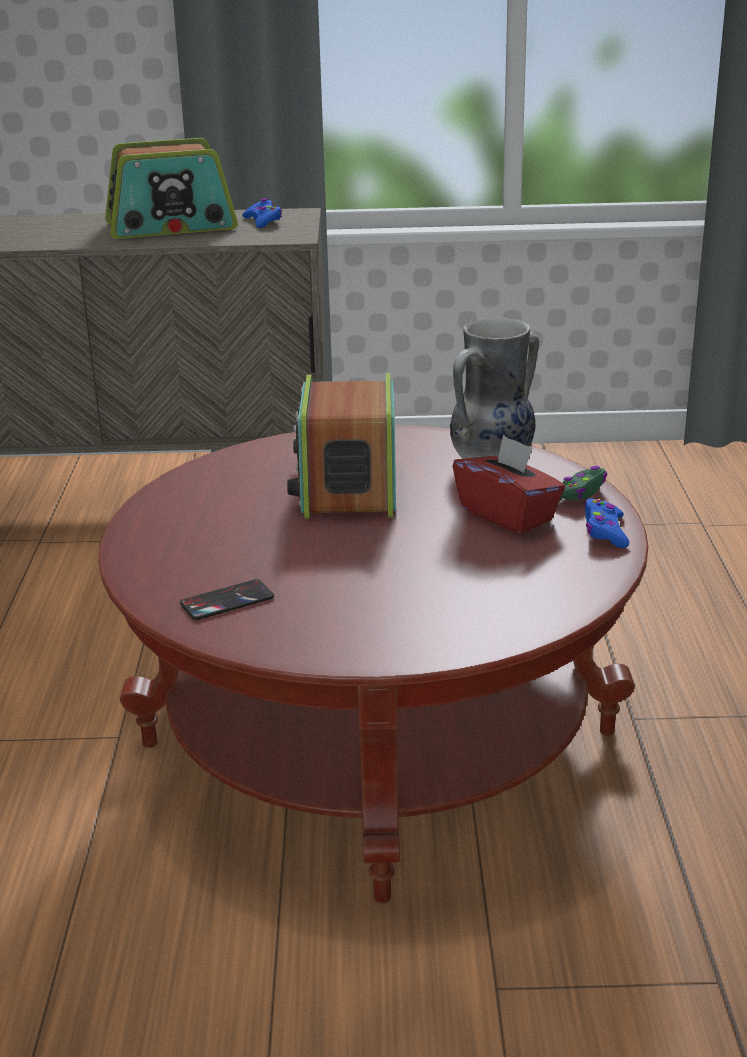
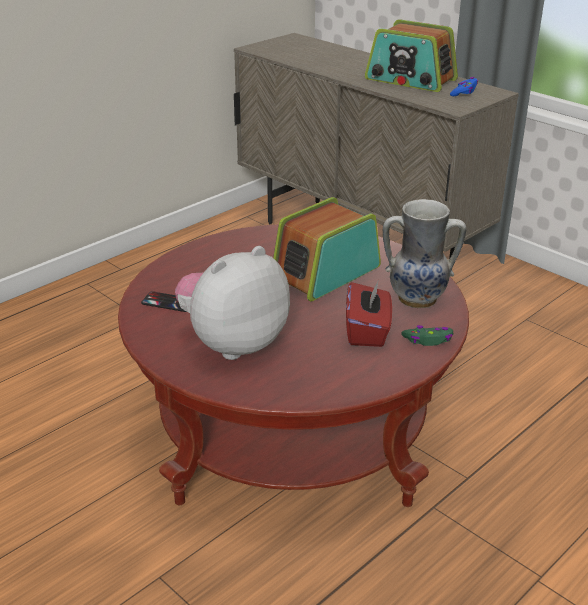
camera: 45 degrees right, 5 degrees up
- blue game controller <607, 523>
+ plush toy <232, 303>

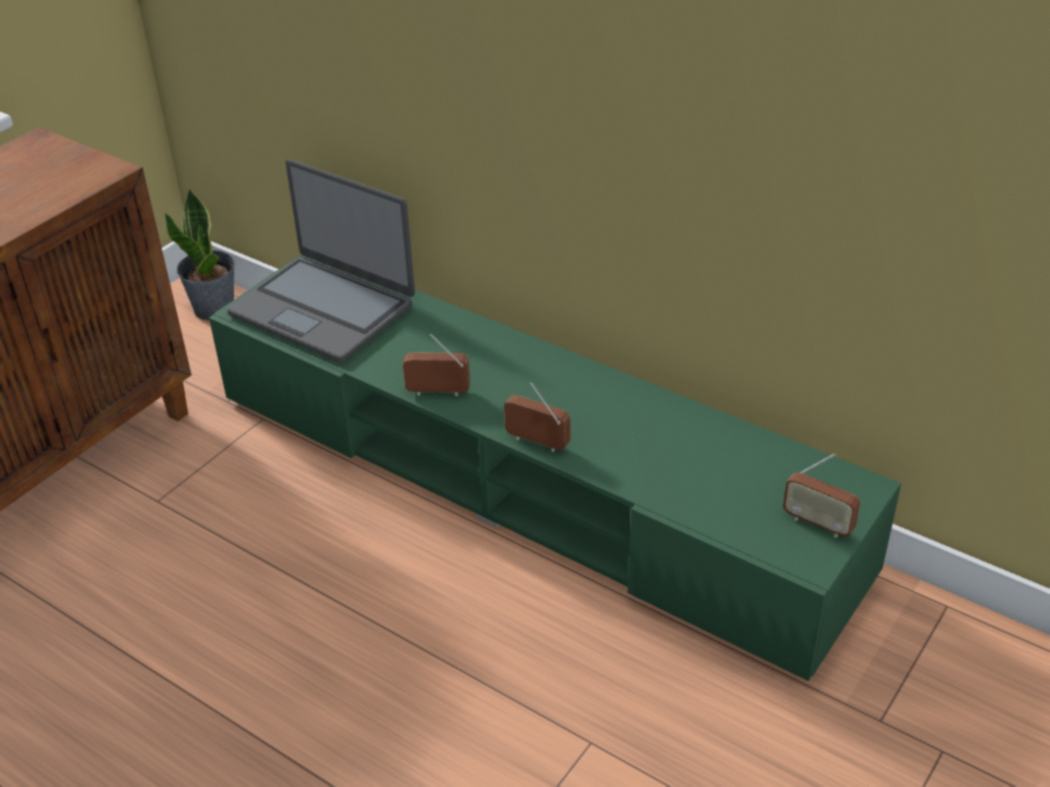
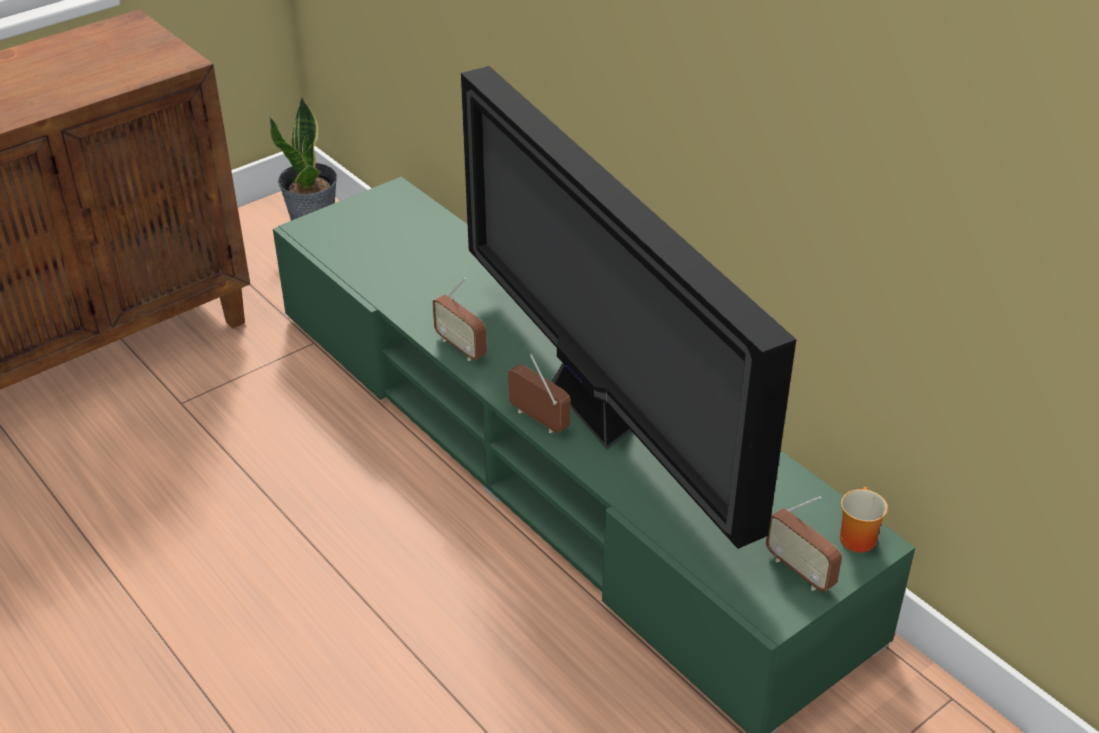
camera: 15 degrees right, 0 degrees up
- laptop <321, 261>
~ radio <436, 365> = <459, 319> 150 degrees counterclockwise
+ television <628, 307>
+ mug <864, 520>

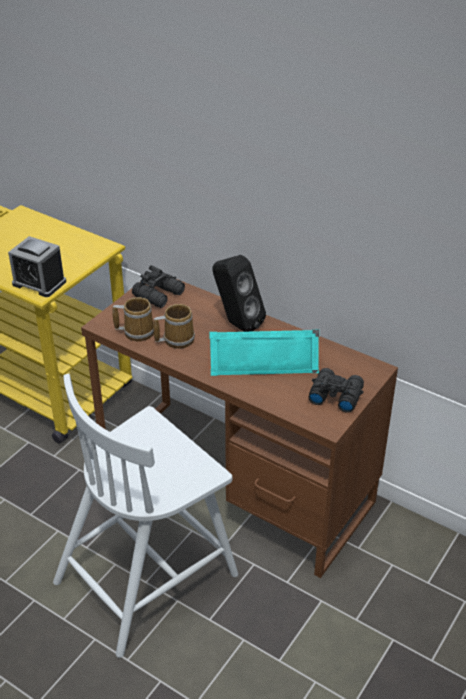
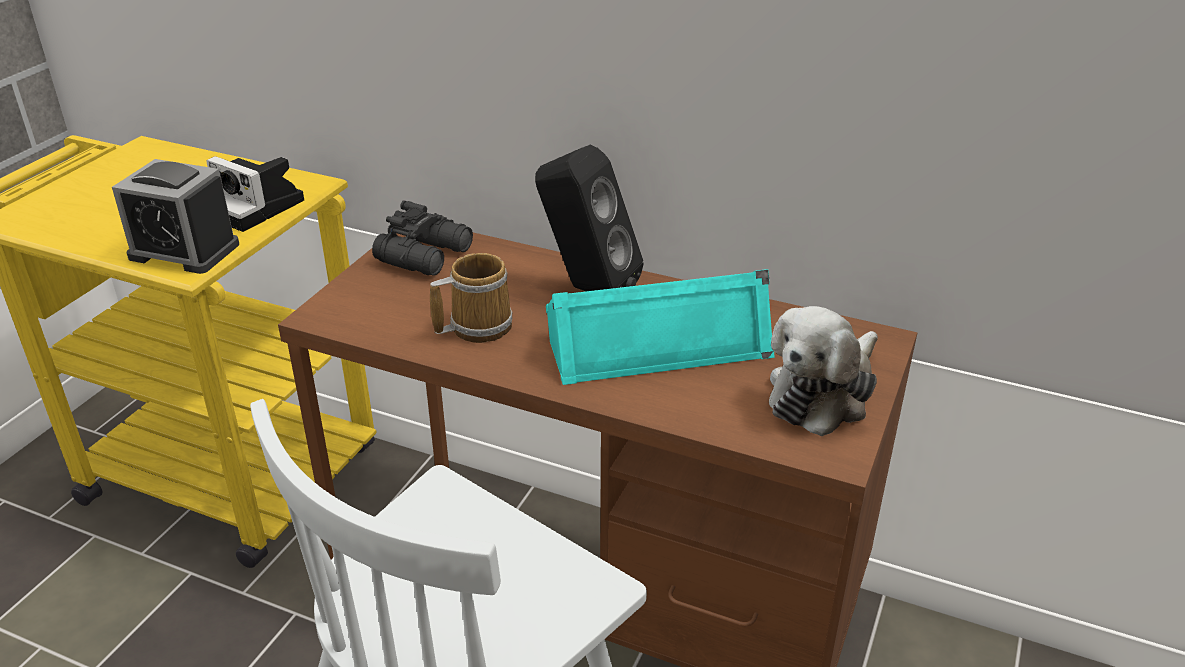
camera: 10 degrees left, 5 degrees down
- mug <133, 319>
~ black binoculars <336, 390> to plush toy <823, 371>
+ photo camera <255, 194>

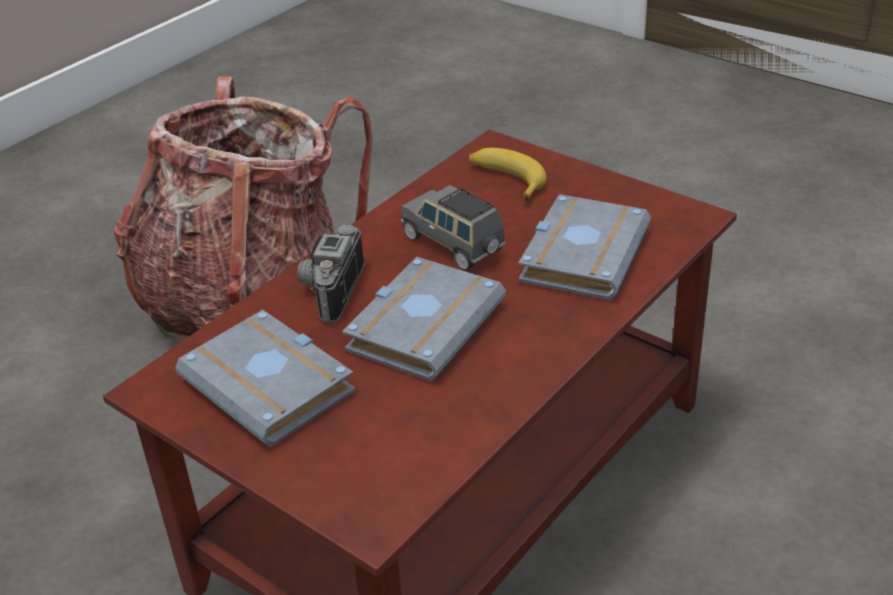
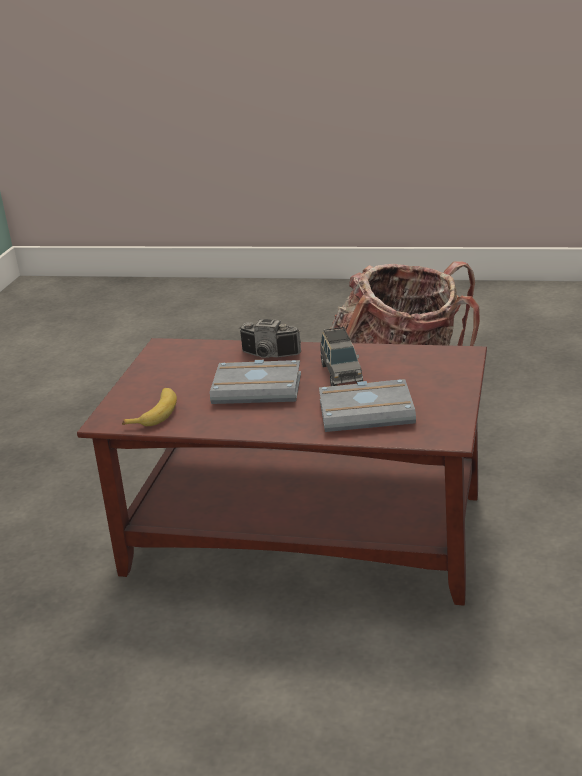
camera: 65 degrees right, 10 degrees down
- grey book <265, 378>
~ photo camera <331, 274> = <270, 338> 150 degrees counterclockwise
~ grey toy car <453, 227> = <341, 356> 150 degrees clockwise
~ banana <508, 174> to <149, 407>

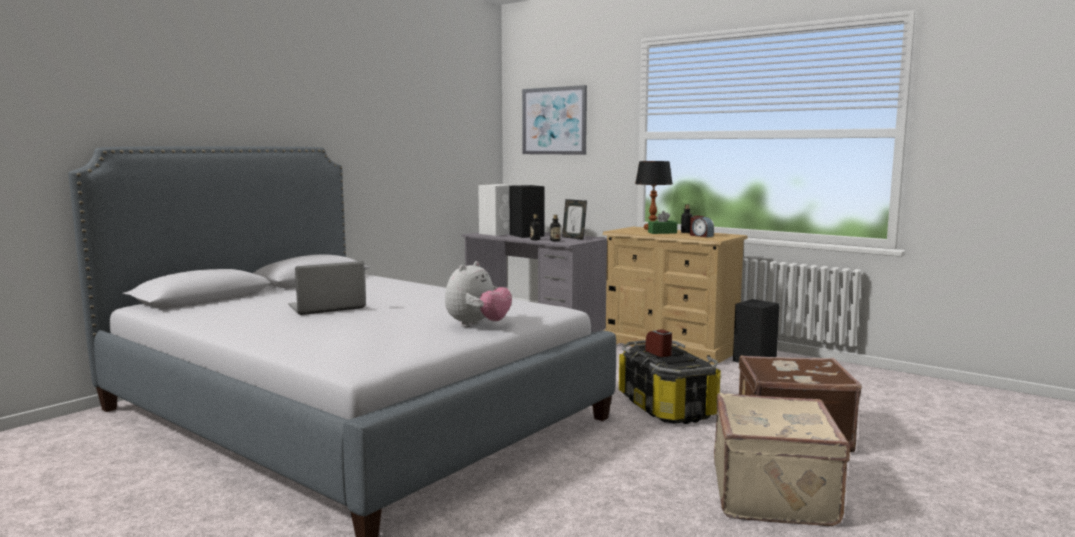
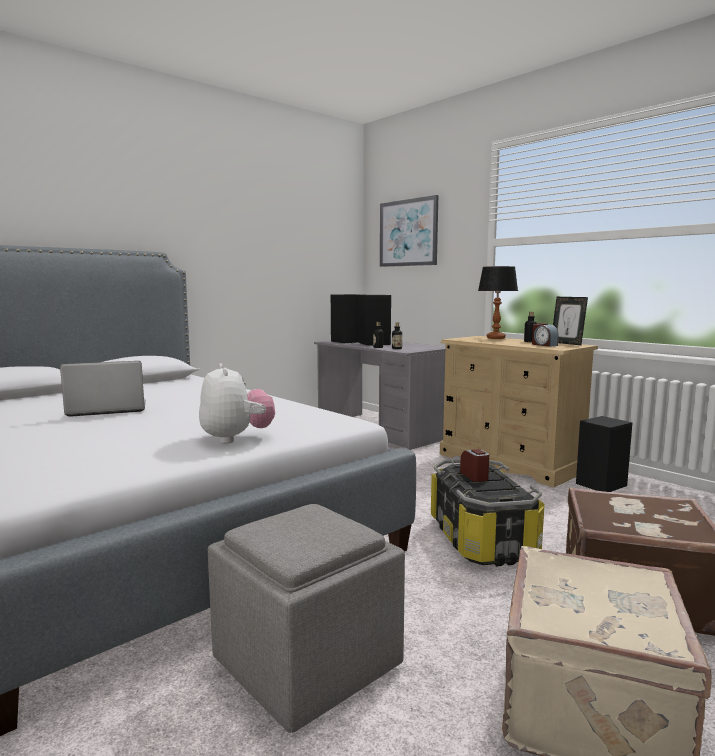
camera: 10 degrees right, 0 degrees up
~ plush toy <478, 294> = <237, 404> 60 degrees counterclockwise
~ white speaker <496, 210> to black speaker <346, 318>
~ picture frame <574, 219> to <570, 321>
- green tissue box <662, 222>
+ grey ottoman <306, 618>

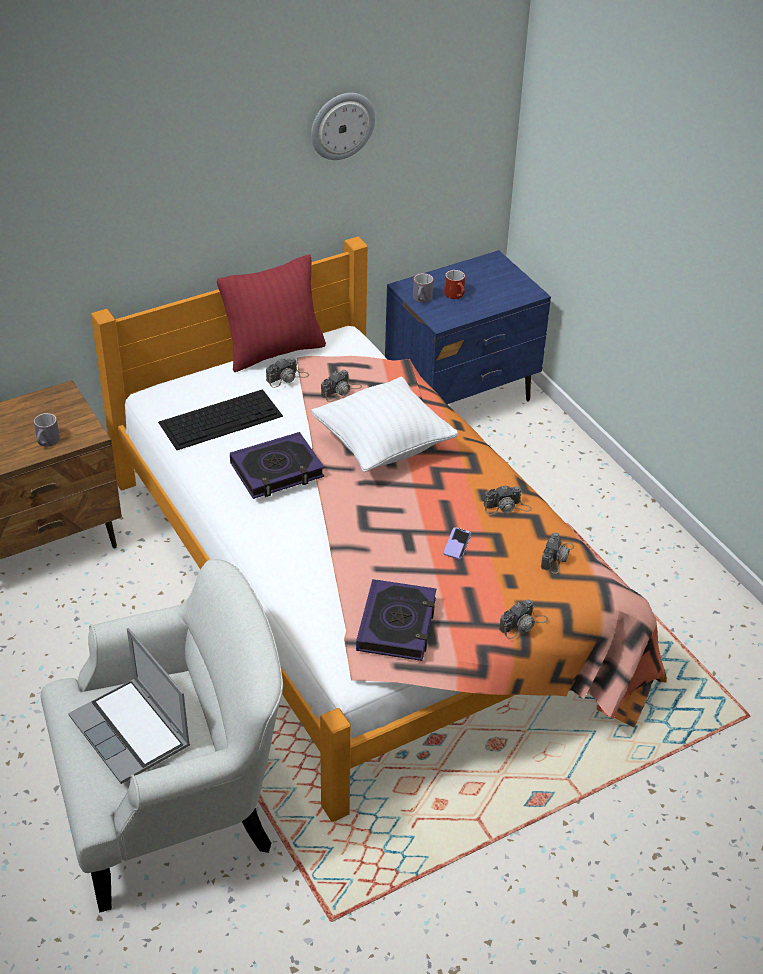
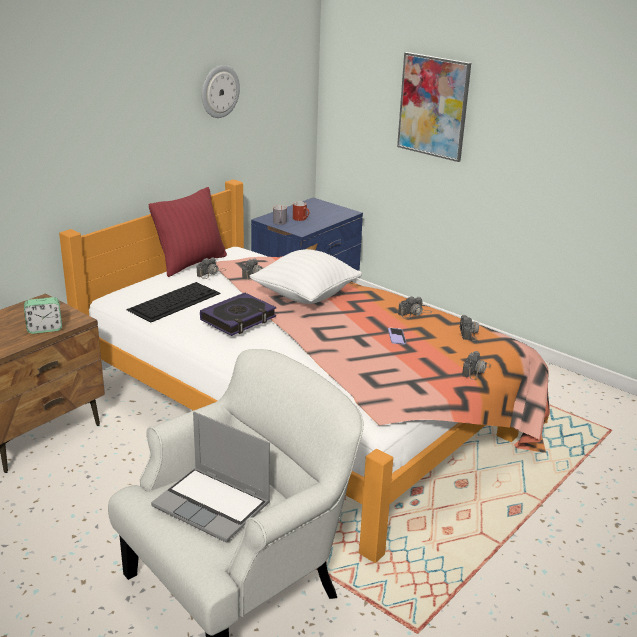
camera: 20 degrees left, 15 degrees down
~ grey mug <47, 429> to alarm clock <43, 315>
- book <396, 620>
+ picture <434, 107>

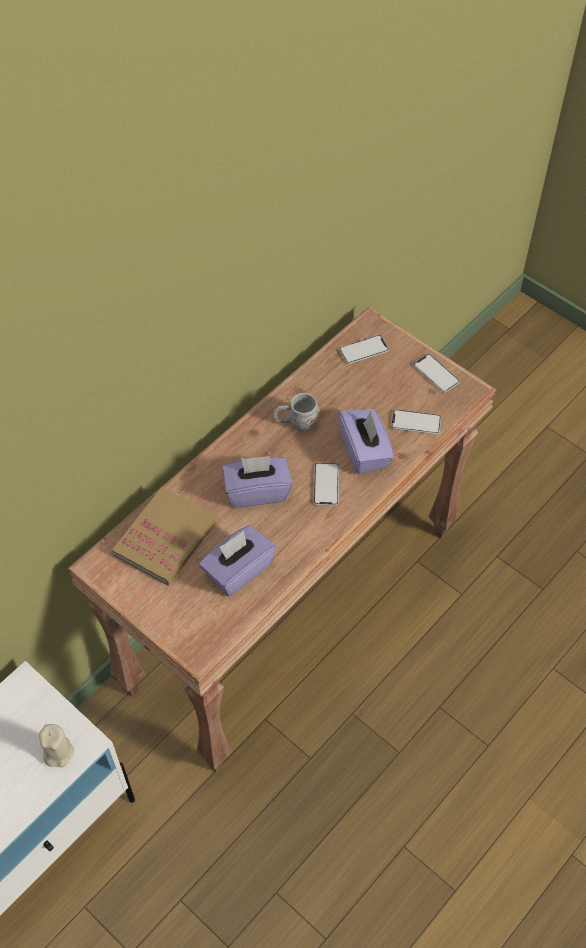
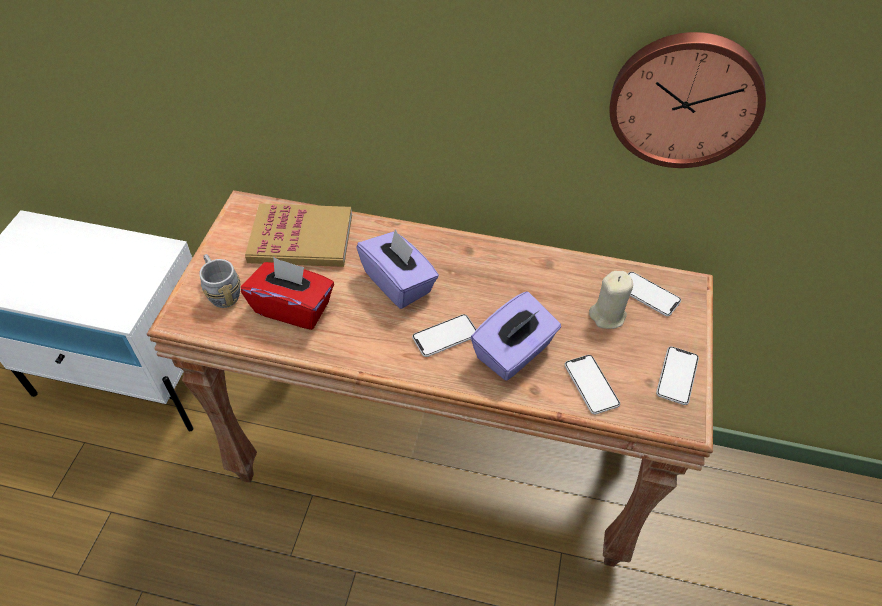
camera: 60 degrees right, 5 degrees down
~ beige candle <56, 745> to <611, 300>
~ purple tissue box <237, 560> to red tissue box <287, 293>
~ grey mug <296, 412> to <220, 281>
+ wall clock <687, 100>

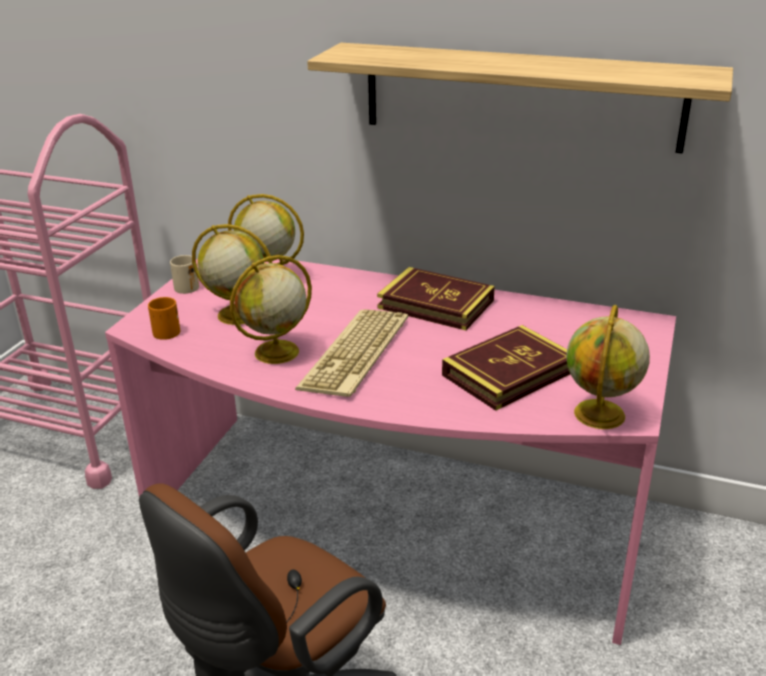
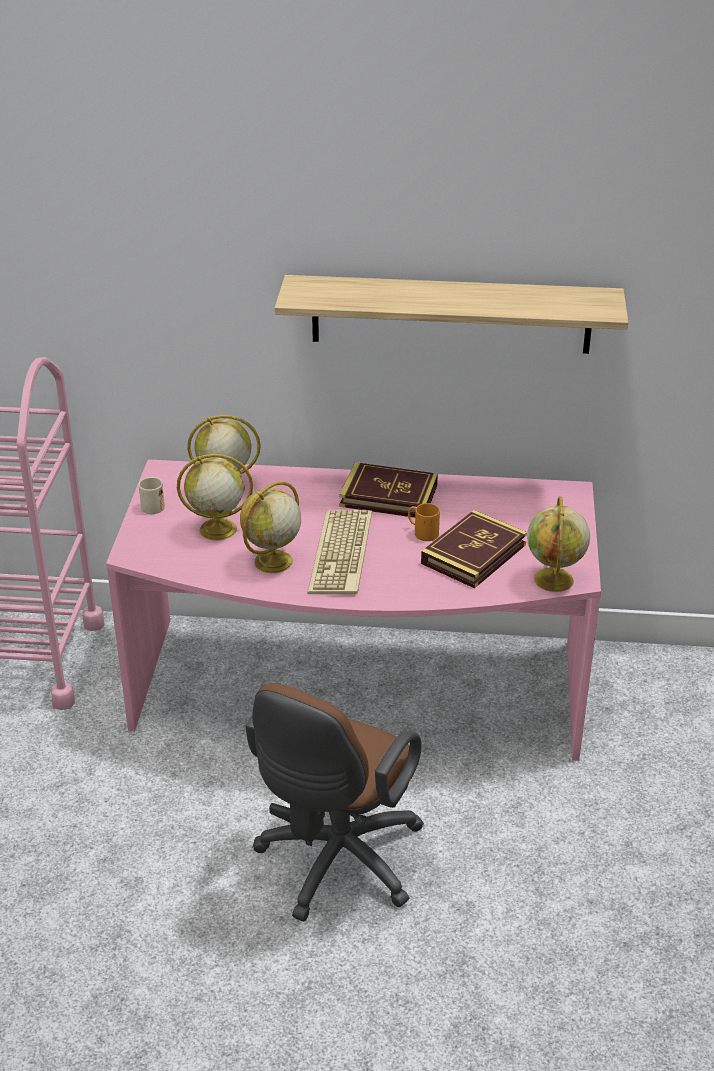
camera: 15 degrees left, 5 degrees up
~ orange mug <164, 318> to <424, 522>

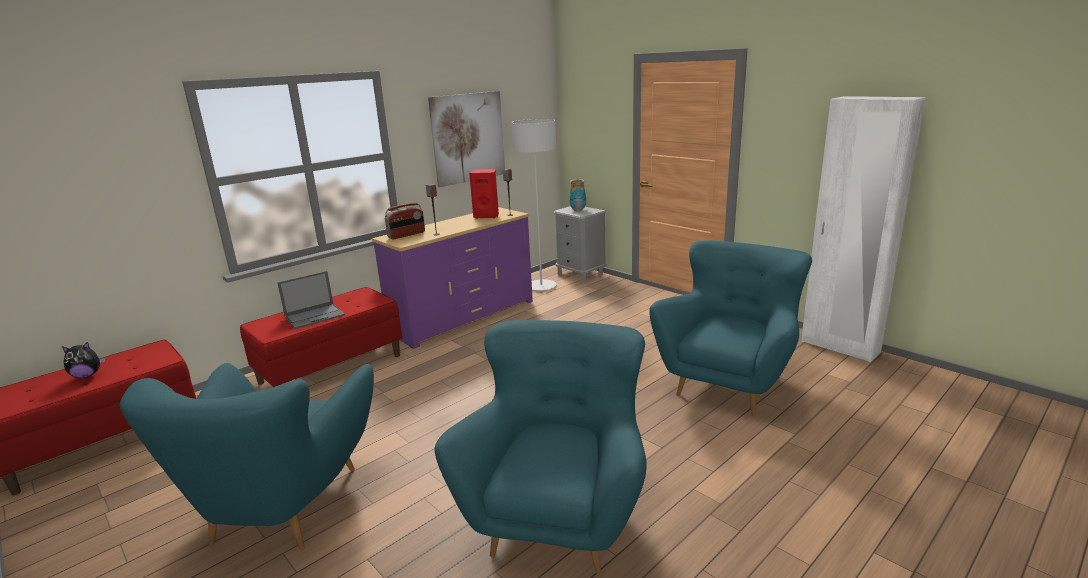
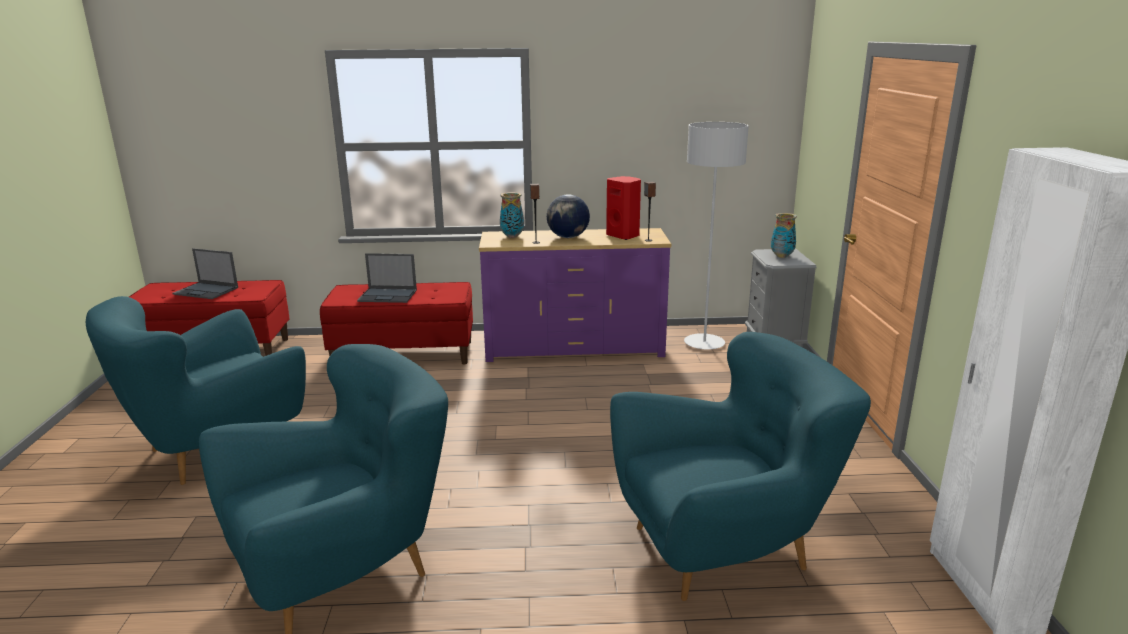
camera: 40 degrees right, 0 degrees up
~ plush toy <83, 360> to laptop <205, 273>
~ radio <405, 221> to vase <512, 215>
- picture <466, 139>
+ globe <568, 216>

